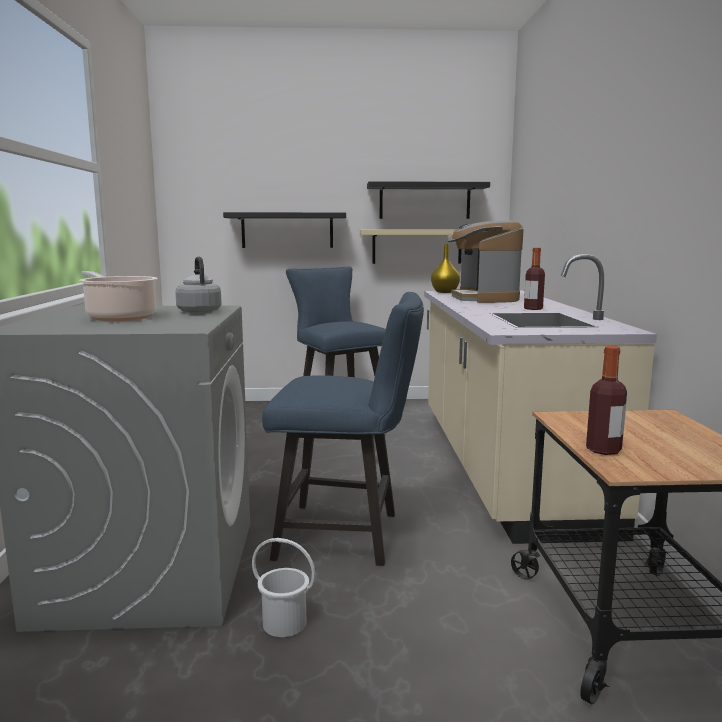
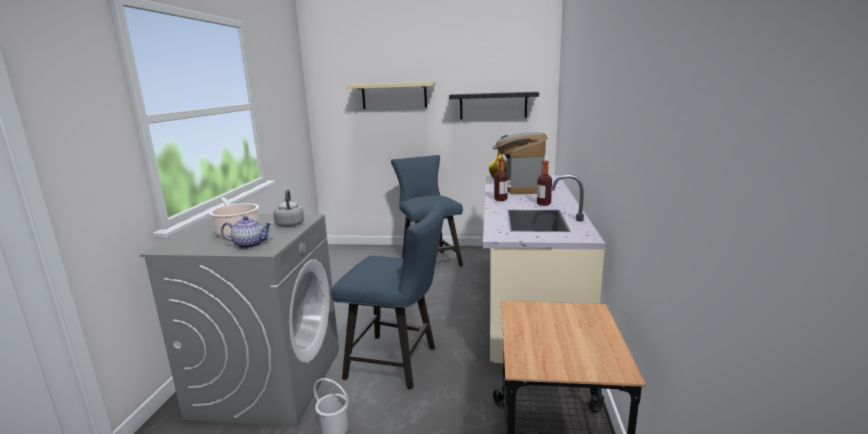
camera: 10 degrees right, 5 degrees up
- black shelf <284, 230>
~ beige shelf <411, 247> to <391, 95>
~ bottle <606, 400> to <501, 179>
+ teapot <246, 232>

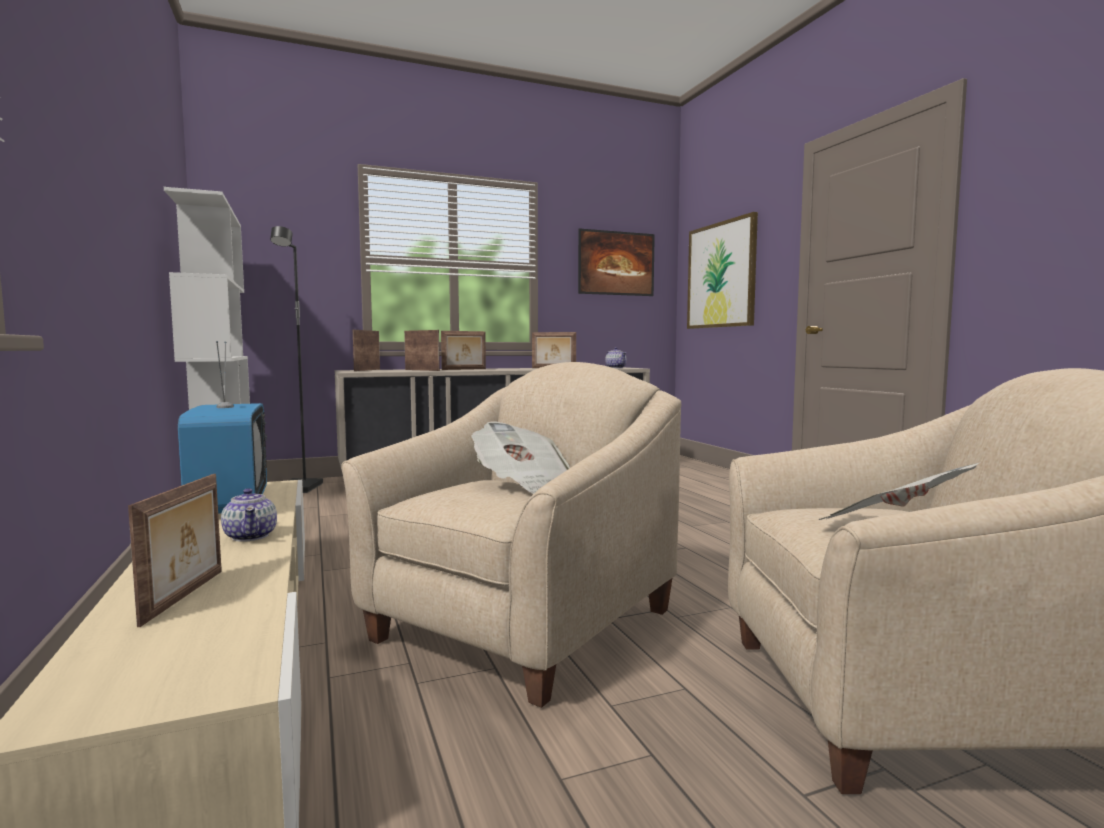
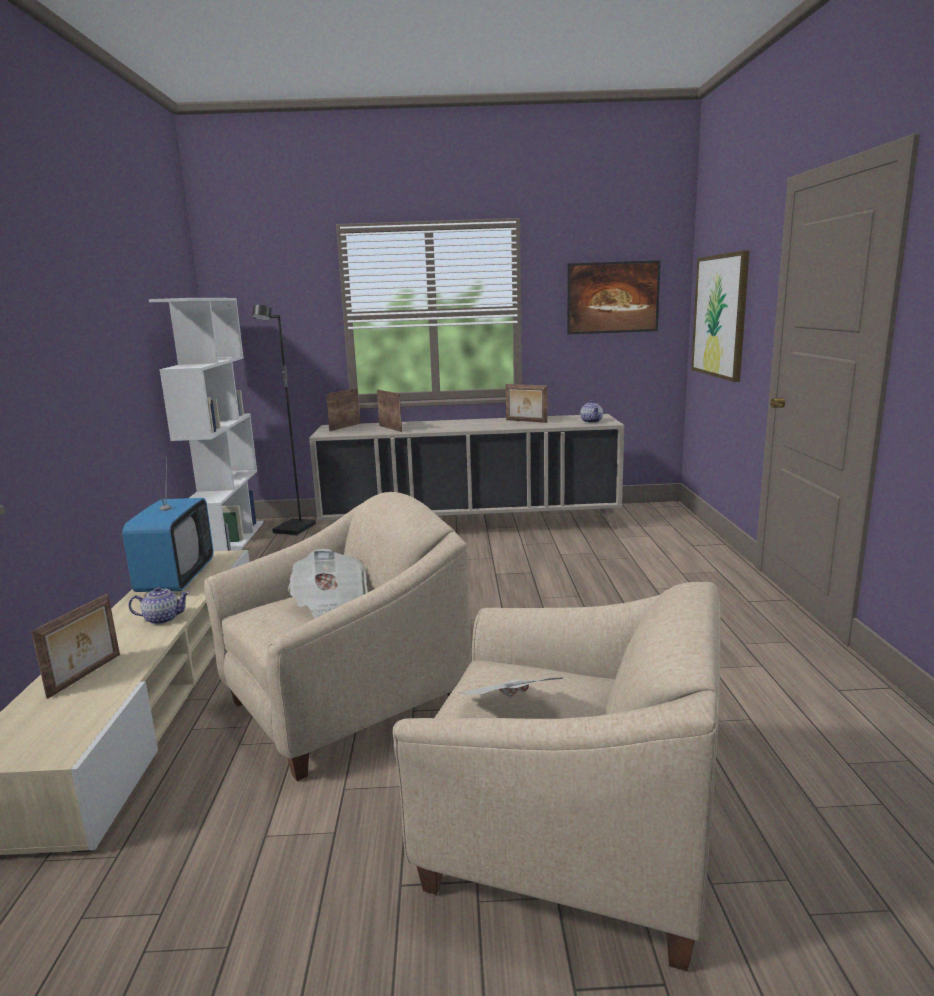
camera: 20 degrees right, 10 degrees up
~ teapot <249, 515> = <159, 605> 90 degrees counterclockwise
- picture frame <463, 350>

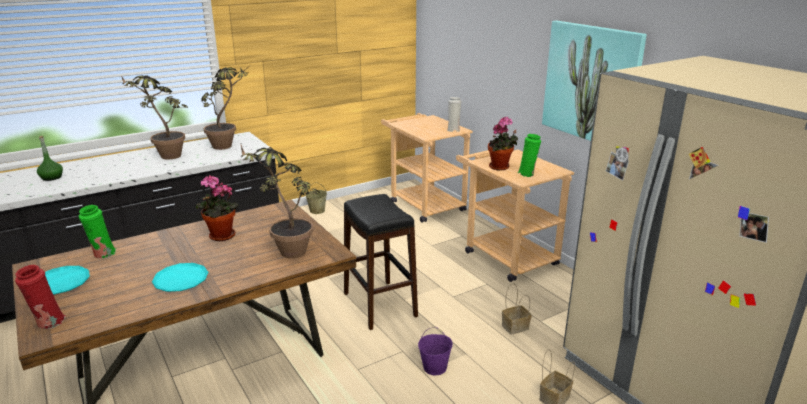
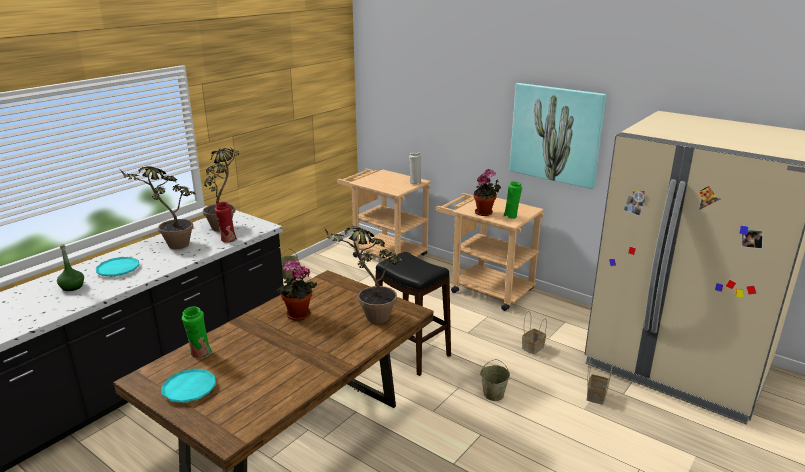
camera: 20 degrees left, 0 degrees up
~ red vase <40, 297> to <225, 222>
~ turquoise plate <180, 277> to <118, 266>
~ purple bucket <435, 351> to beige bucket <495, 380>

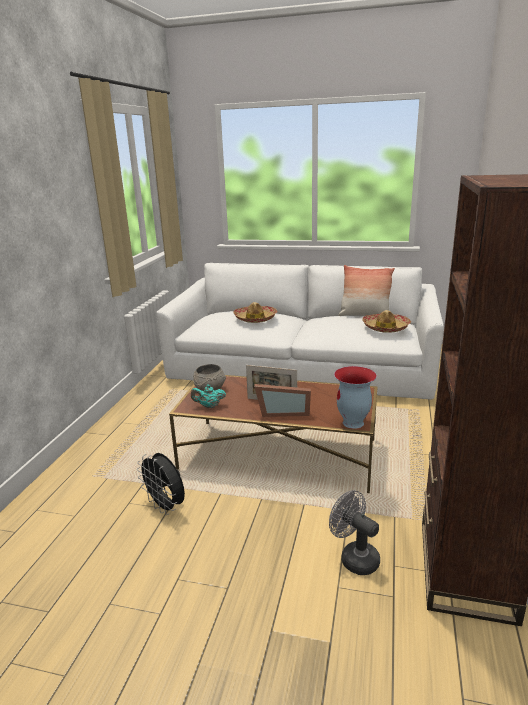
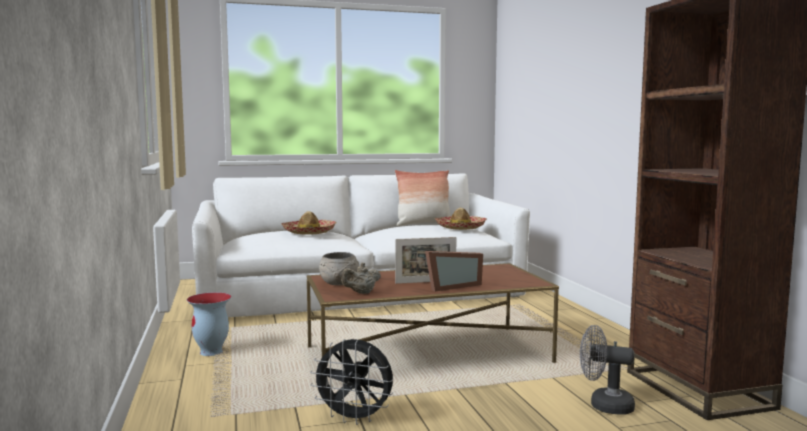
camera: 30 degrees left, 15 degrees down
~ turquoise teapot <208, 396> to beige teapot <361, 278>
~ vase <355, 397> to <209, 324>

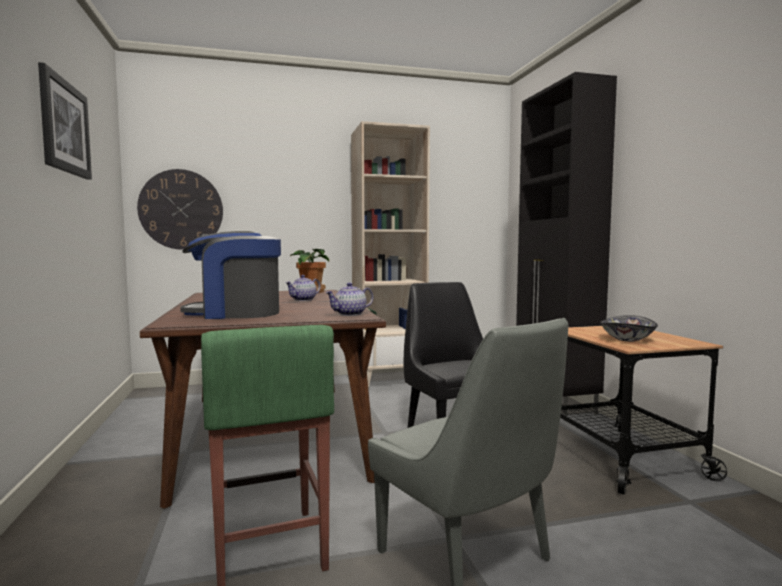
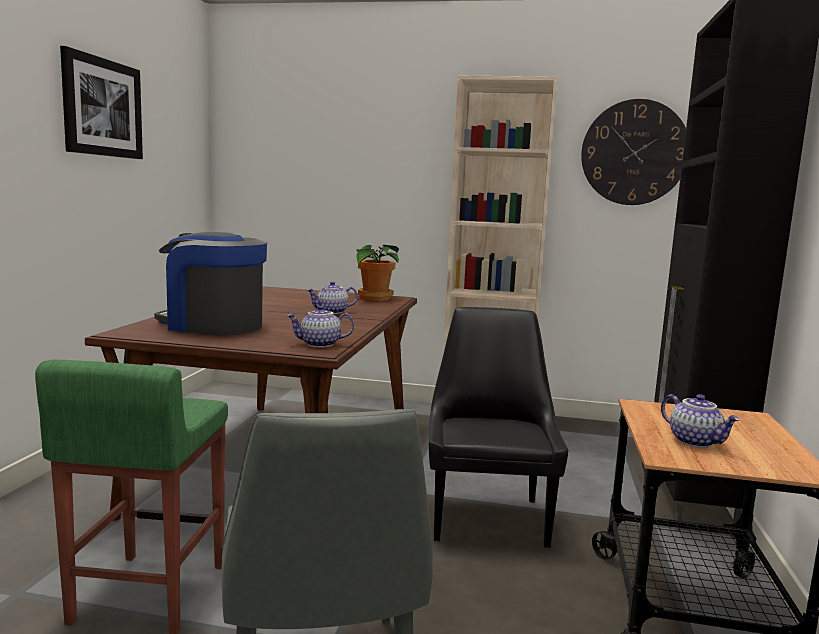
camera: 25 degrees right, 5 degrees up
~ wall clock <180, 209> to <633, 152>
~ bowl <629, 328> to teapot <700, 421>

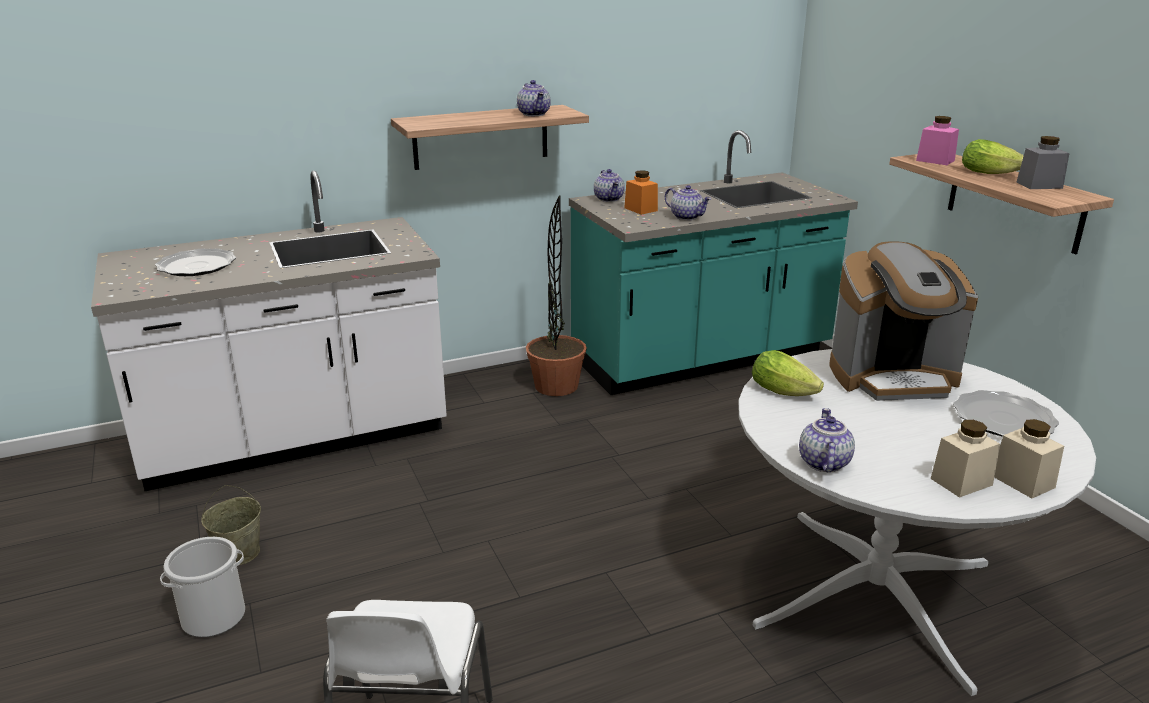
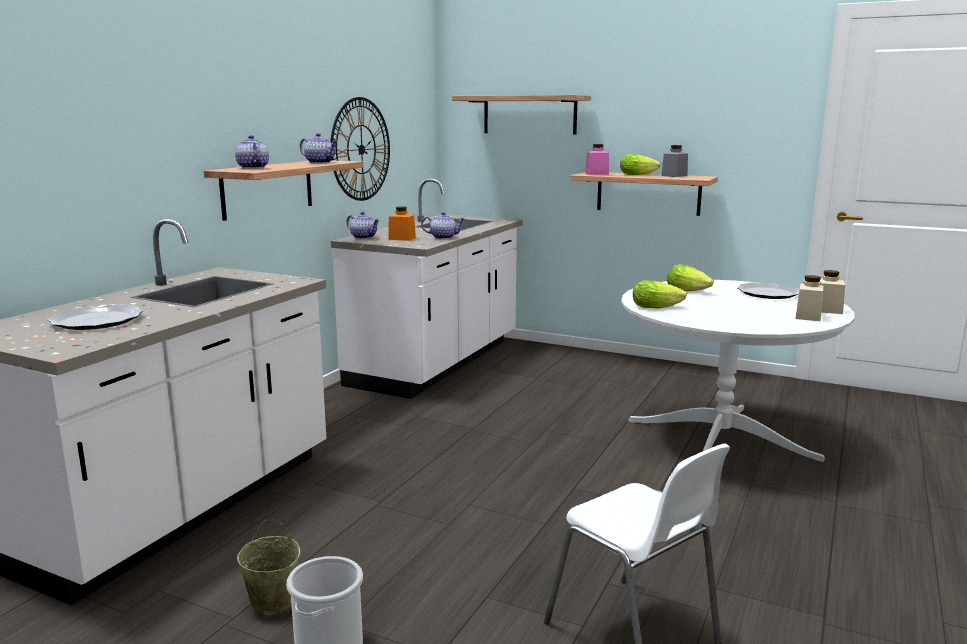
camera: 40 degrees left, 10 degrees down
- potted plant <556, 295>
~ turquoise counter <713, 262> to white counter <427, 288>
~ teapot <827, 440> to <252, 152>
~ coffee machine <903, 321> to lettuce <690, 277>
+ wall clock <360, 149>
+ shelf <521, 115>

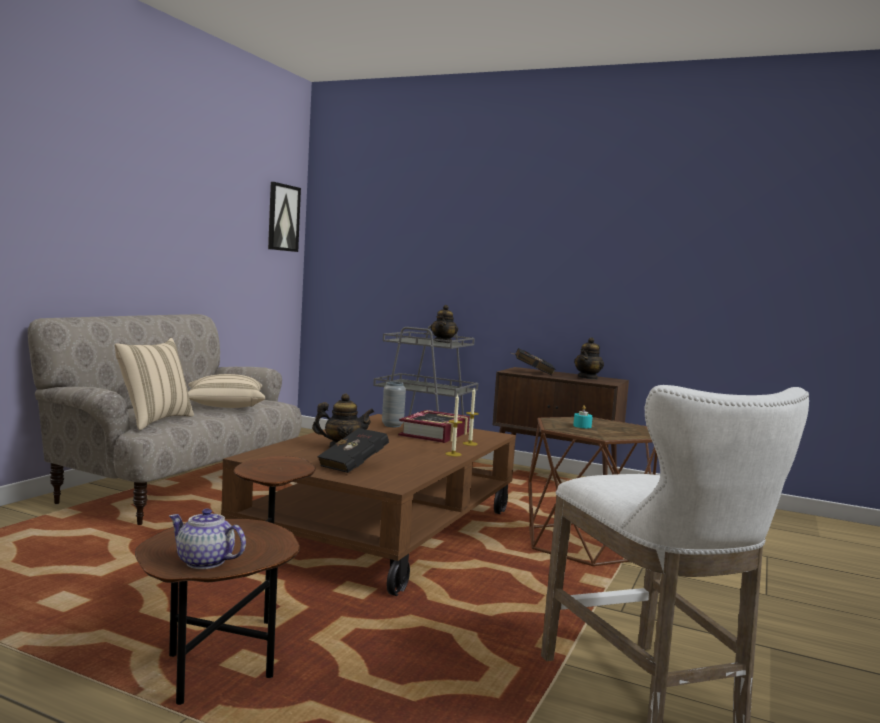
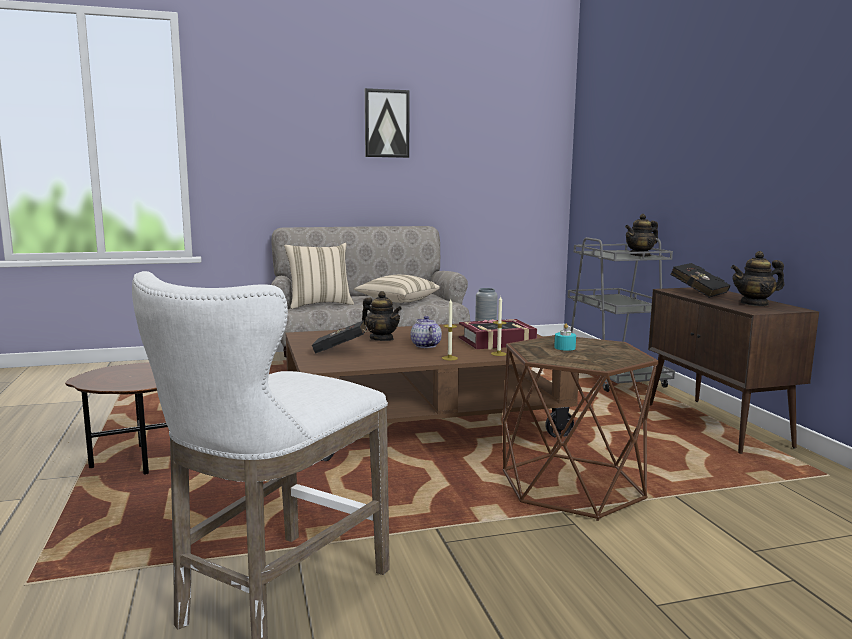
camera: 50 degrees right, 5 degrees up
~ teapot <207, 538> to <426, 332>
~ picture <284, 217> to <387, 123>

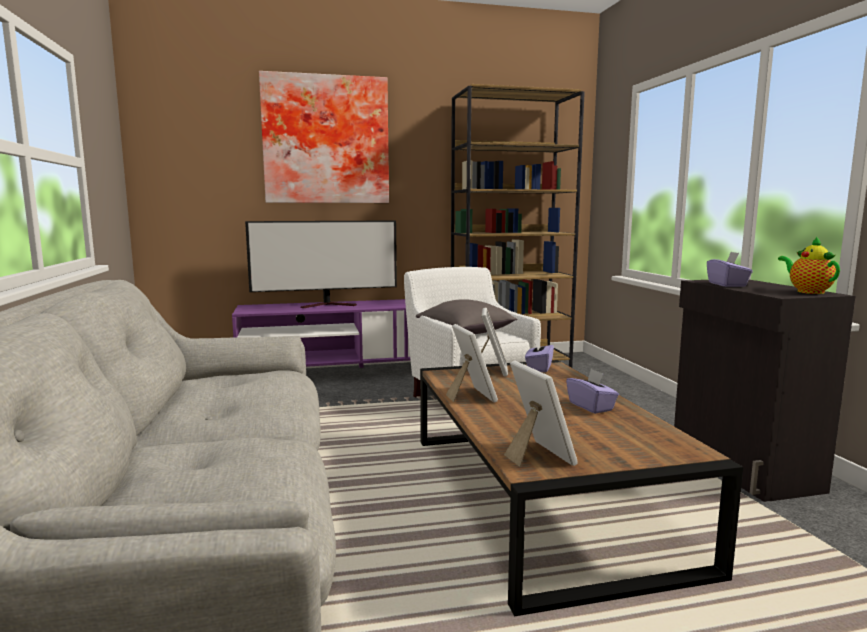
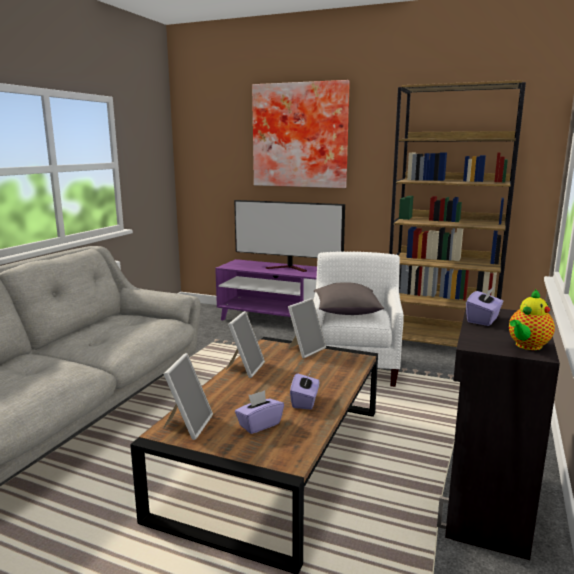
camera: 35 degrees right, 5 degrees up
~ purple tissue box <539, 355> to <259, 412>
~ teapot <809, 265> = <532, 319> 150 degrees counterclockwise

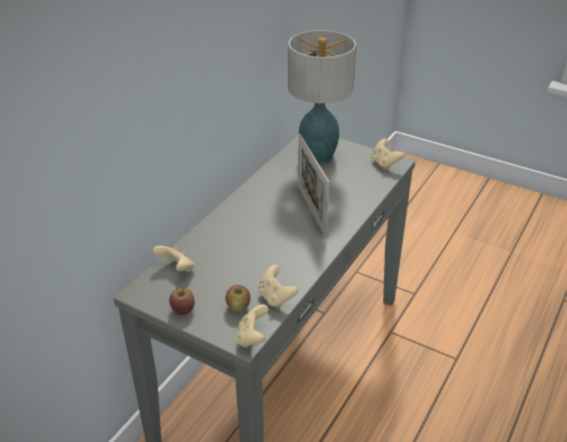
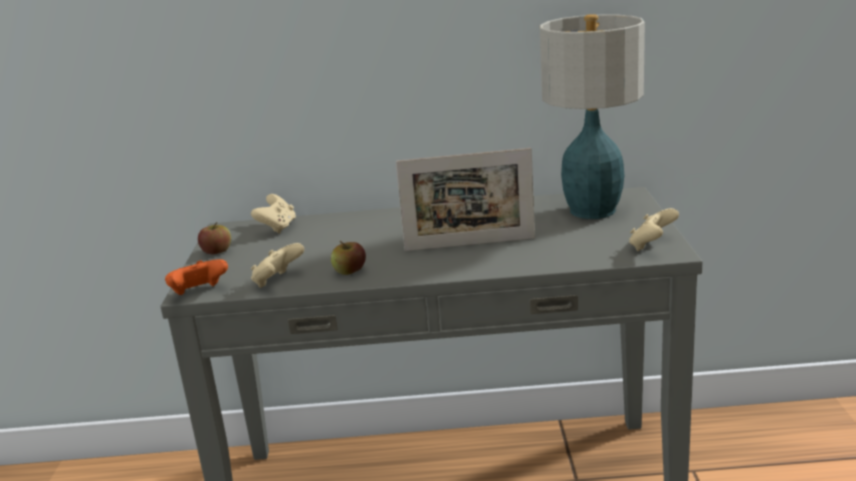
camera: 60 degrees right, 15 degrees down
~ apple <238, 298> to <348, 258>
~ beige game controller <252, 326> to orange game controller <196, 277>
~ picture frame <313, 185> = <465, 199> 135 degrees counterclockwise

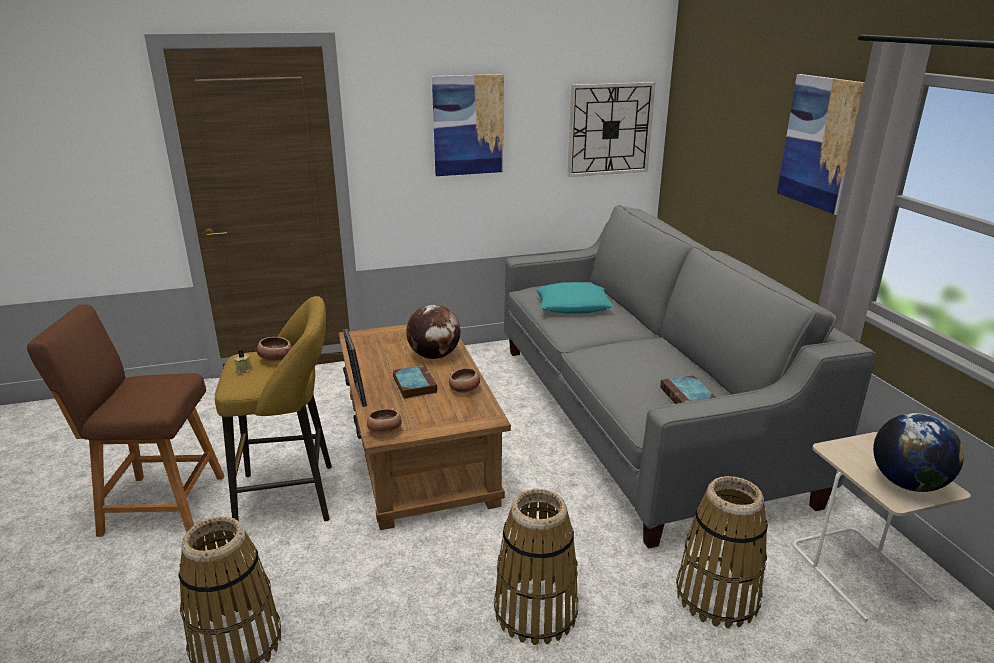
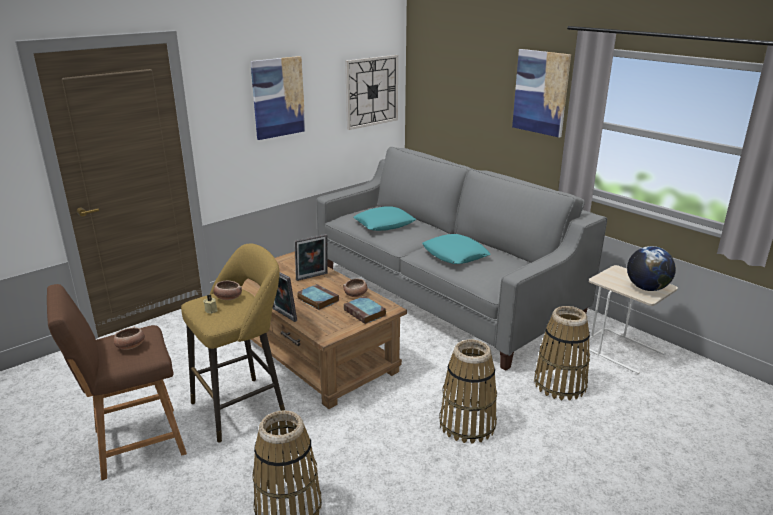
camera: 25 degrees left, 0 degrees up
~ bowl <384, 421> to <129, 338>
~ globe <433, 332> to picture frame <311, 257>
~ book <688, 389> to <365, 310>
+ turquoise pillow <456, 249>

